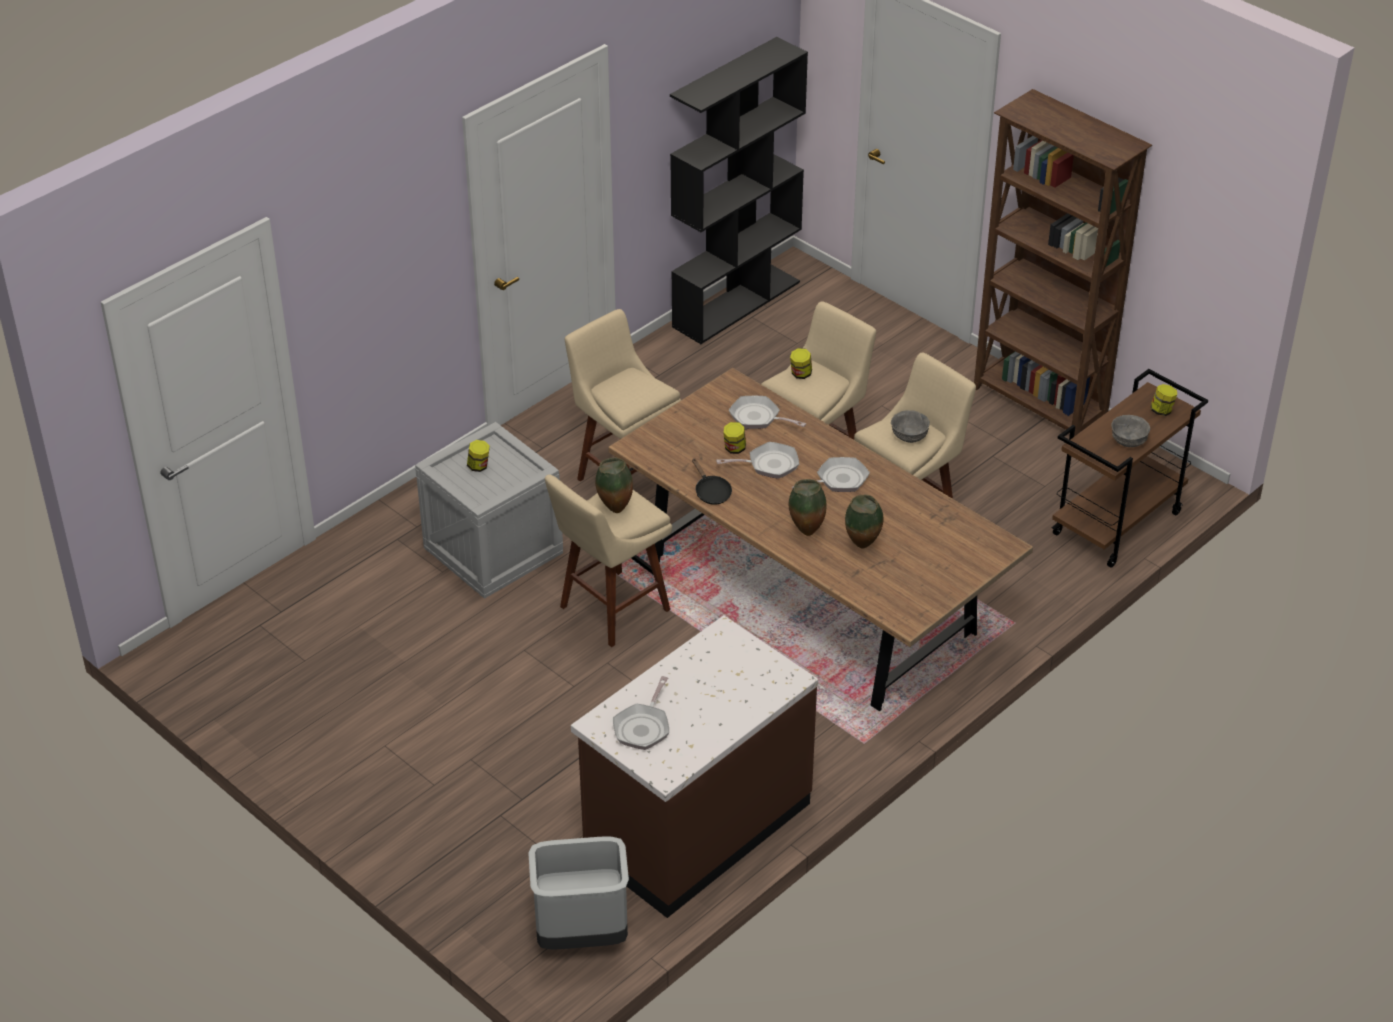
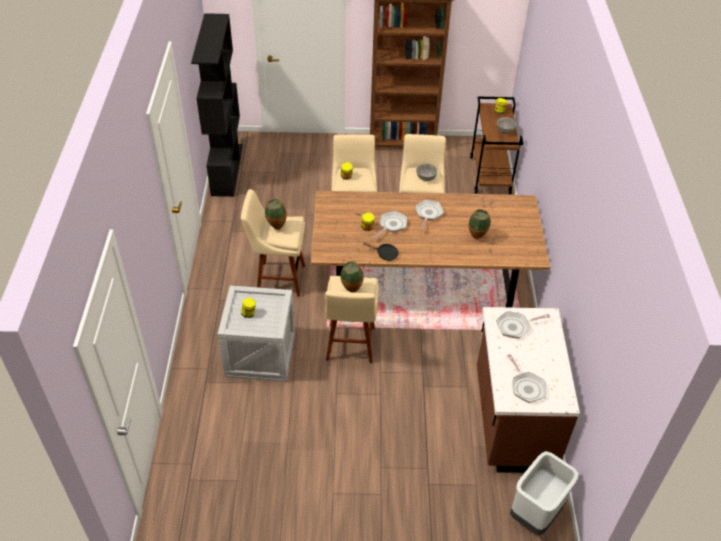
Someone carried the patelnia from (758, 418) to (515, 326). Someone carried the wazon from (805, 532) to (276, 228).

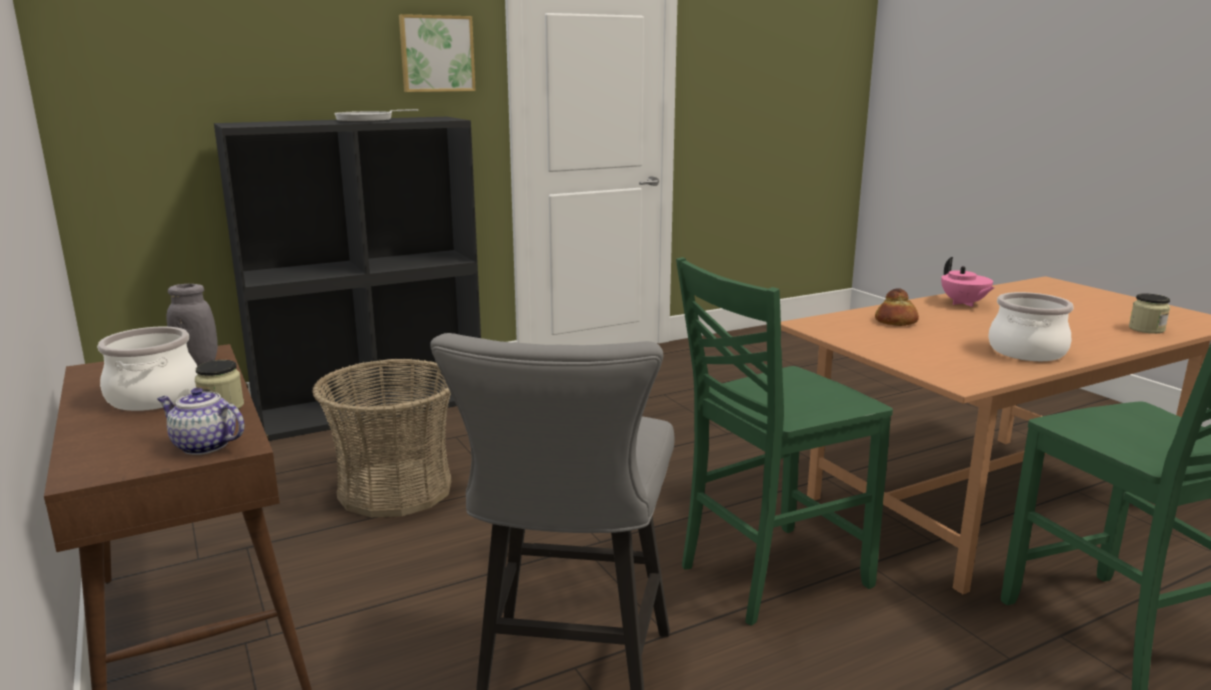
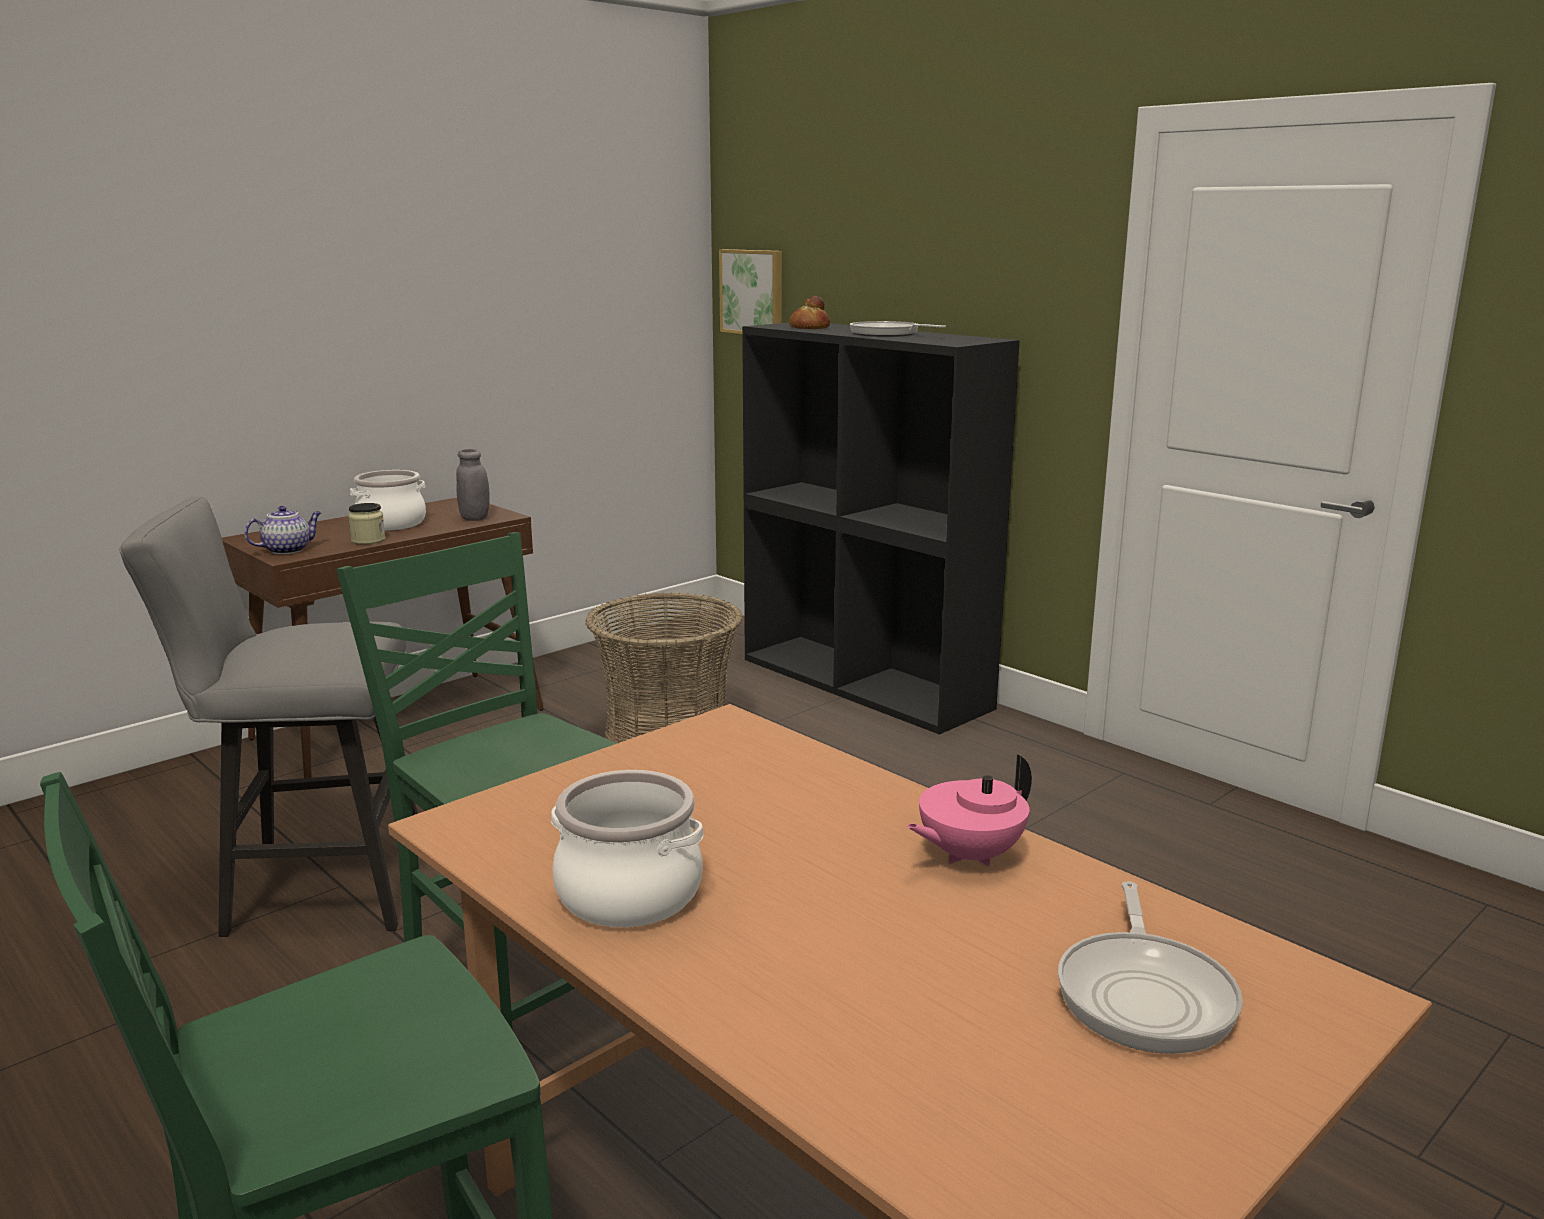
Someone carried the obraz from (436, 53) to (753, 292). Someone carried the chleb from (896, 321) to (809, 328). Someone took away the słoik at (1146, 329). Someone rotated the imbryk at (203, 446) by 45 degrees clockwise. Someone put down the patelnia at (1145, 995).

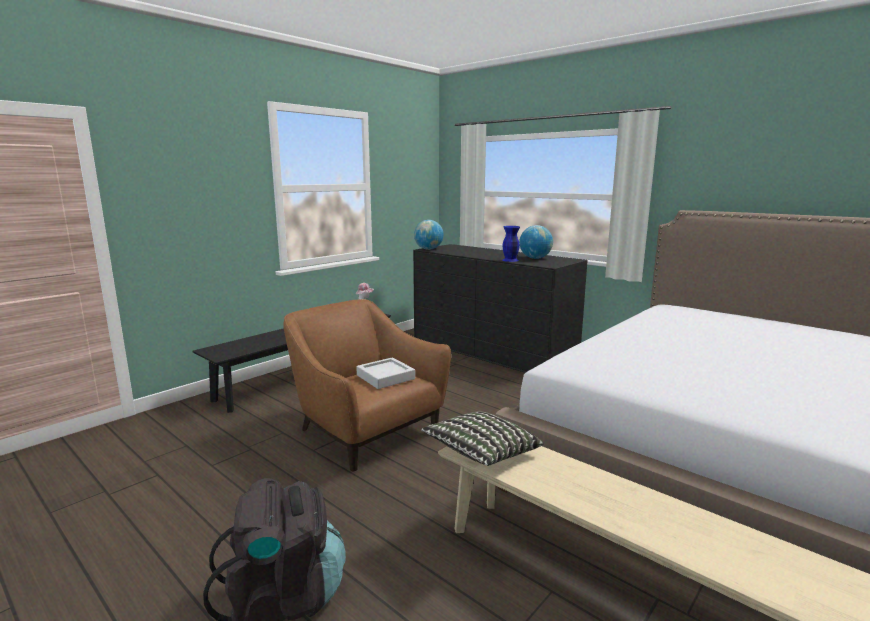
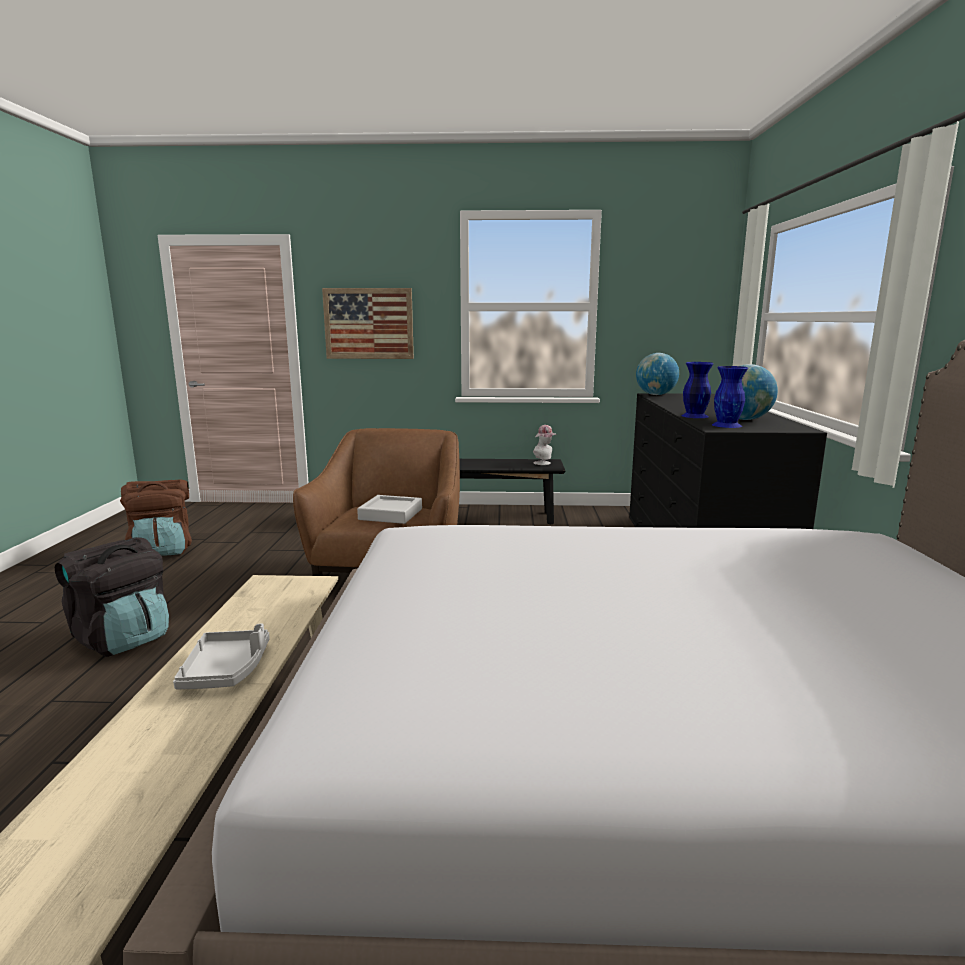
Someone took away the poduszka at (481, 454). Someone put up the obraz at (368, 323). Someone put down the wazon (niebieski) at (727, 425). Someone put down the plecak (brązowy) at (163, 550). Someone put down the taca (szary) at (226, 670).

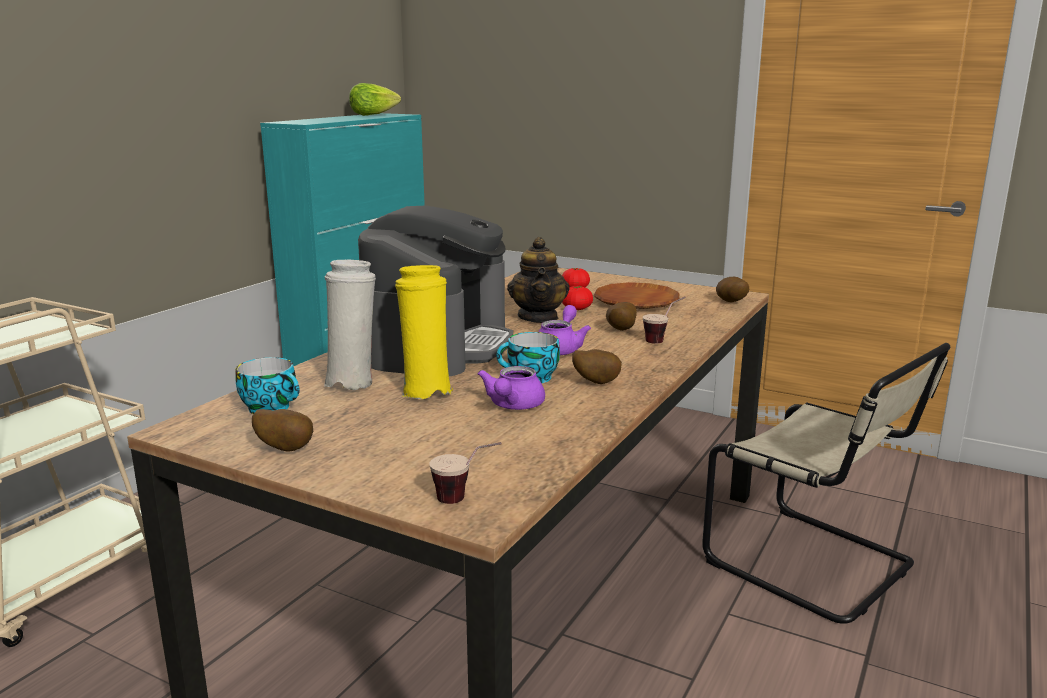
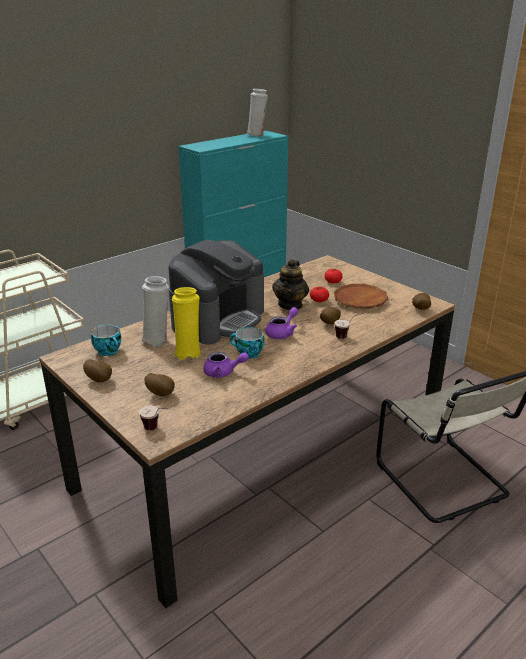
Someone swapped the sałata at (373, 115) for the wazon (biały) at (257, 135). Someone carried the ziemniak from (596, 382) to (161, 393). Someone rotated the imbryk (fioletowy) at (513, 406) by 120 degrees counterclockwise.

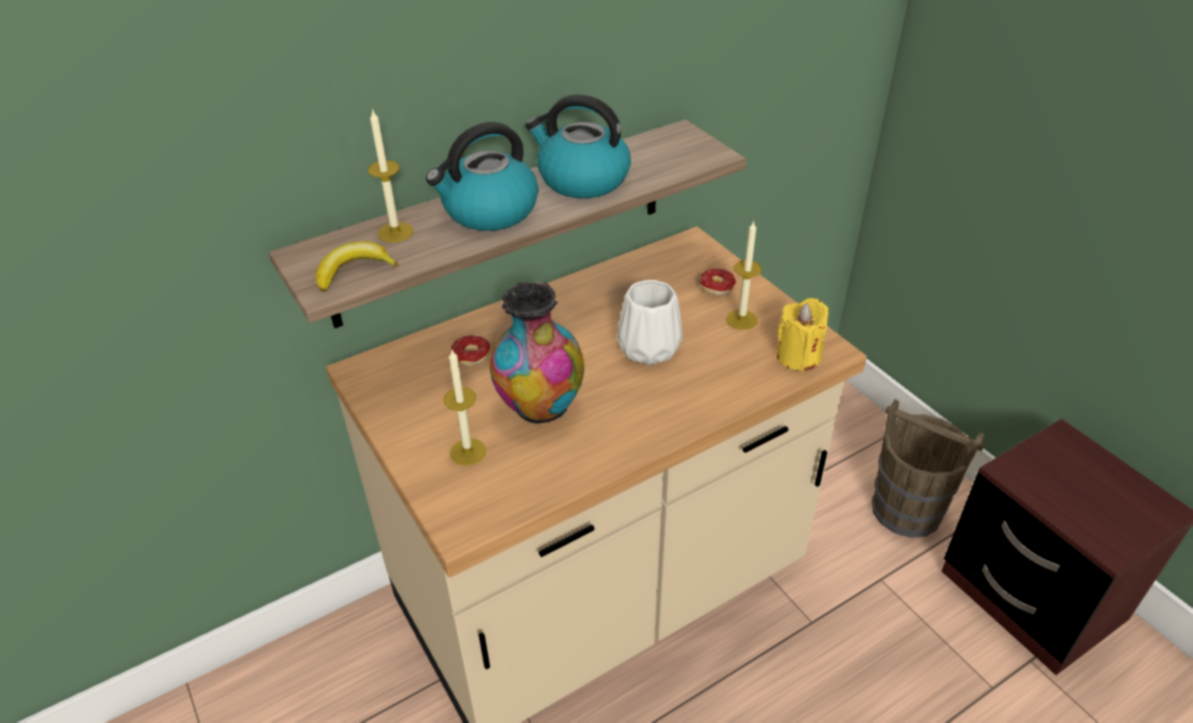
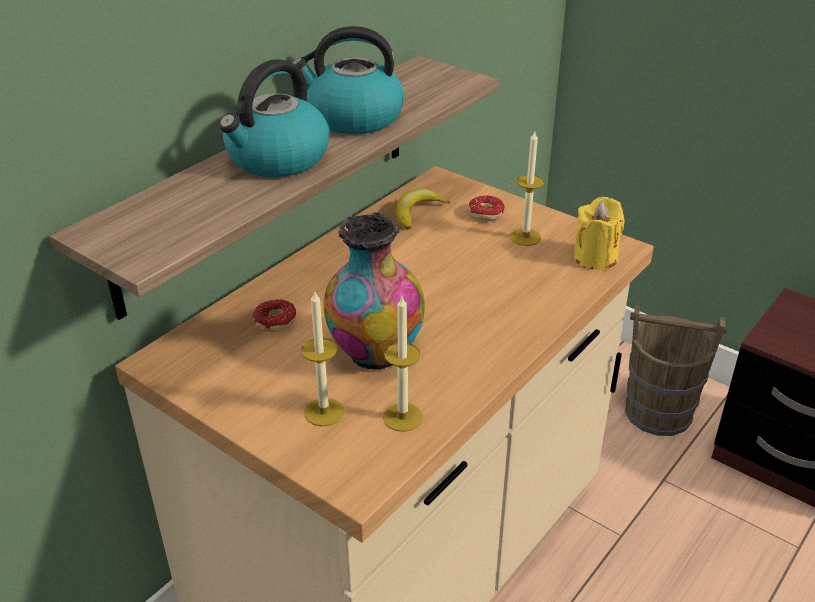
Someone carried the świeca from (395, 232) to (403, 417). Someone carried the banan from (354, 271) to (417, 213). Someone took away the wazon (biały) at (648, 350).

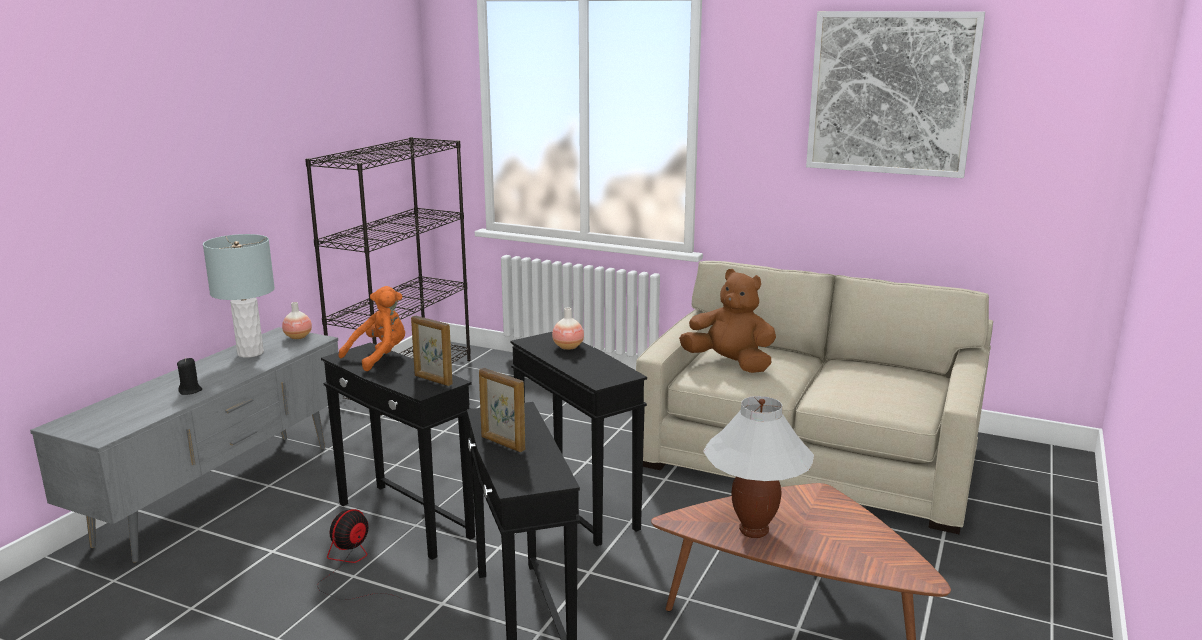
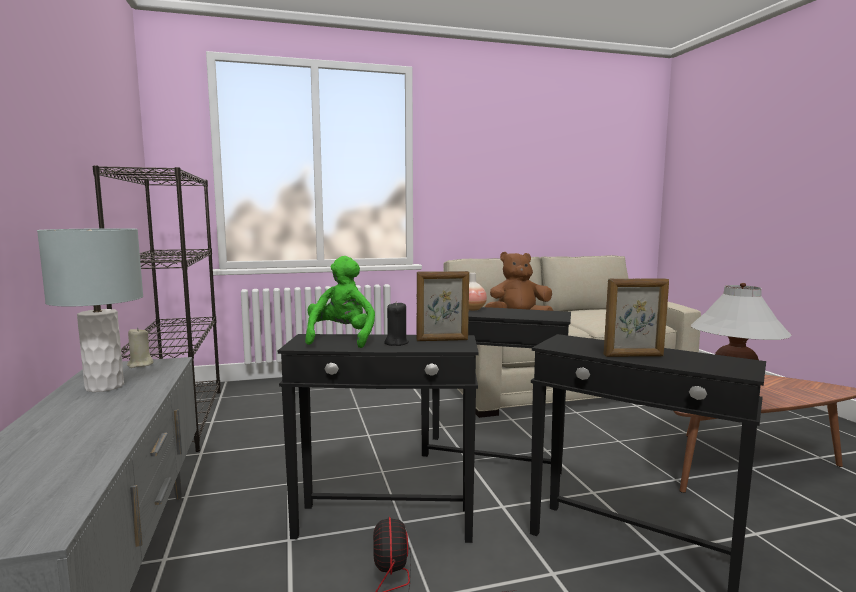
Someone took away the obraz at (891, 93). Someone repainted the pluszak (pomarańczowy) at (379, 357), which became the pluszak (zielony) at (341, 338). Someone swapped the wazon at (298, 337) for the świeca (beżowy) at (140, 364). Someone carried the świeca (czarny) from (190, 391) to (396, 343).

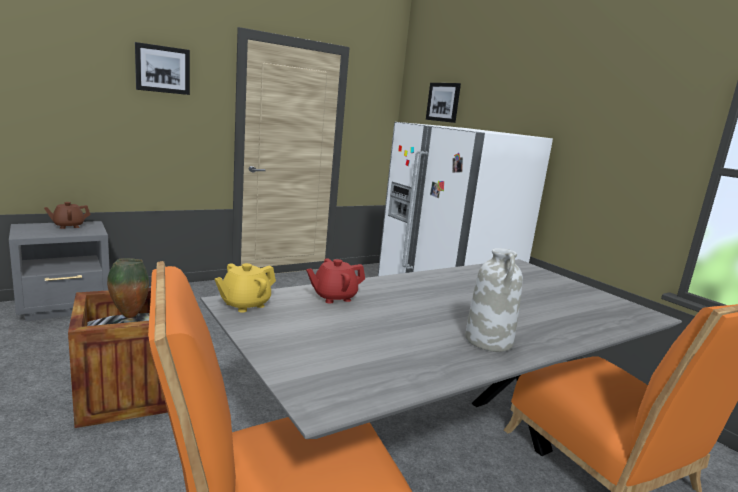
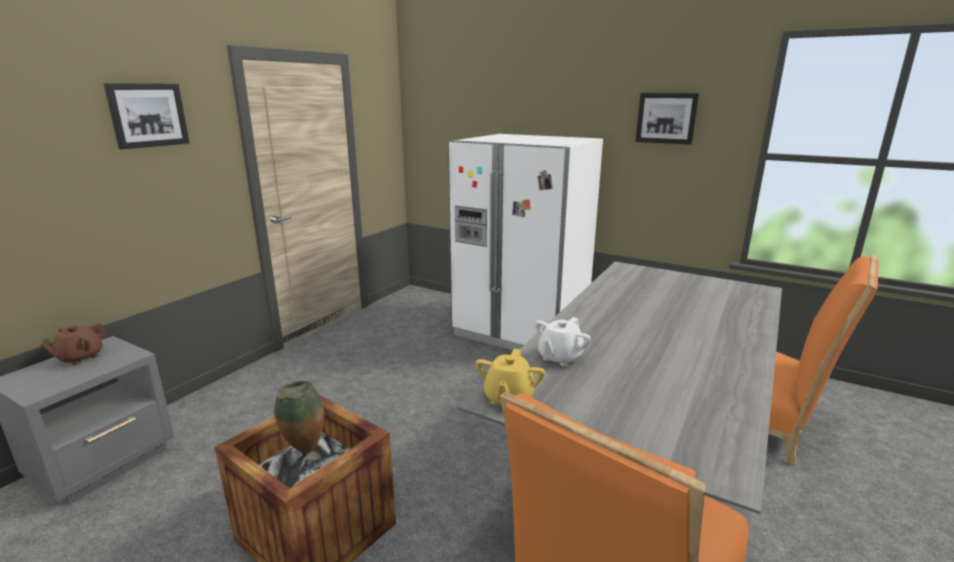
Someone carried the obraz from (443, 102) to (666, 118). Someone took away the wazon (biały) at (489, 341). Someone repainted the imbryk (czerwony) at (334, 297), which became the imbryk (biały) at (560, 357).

